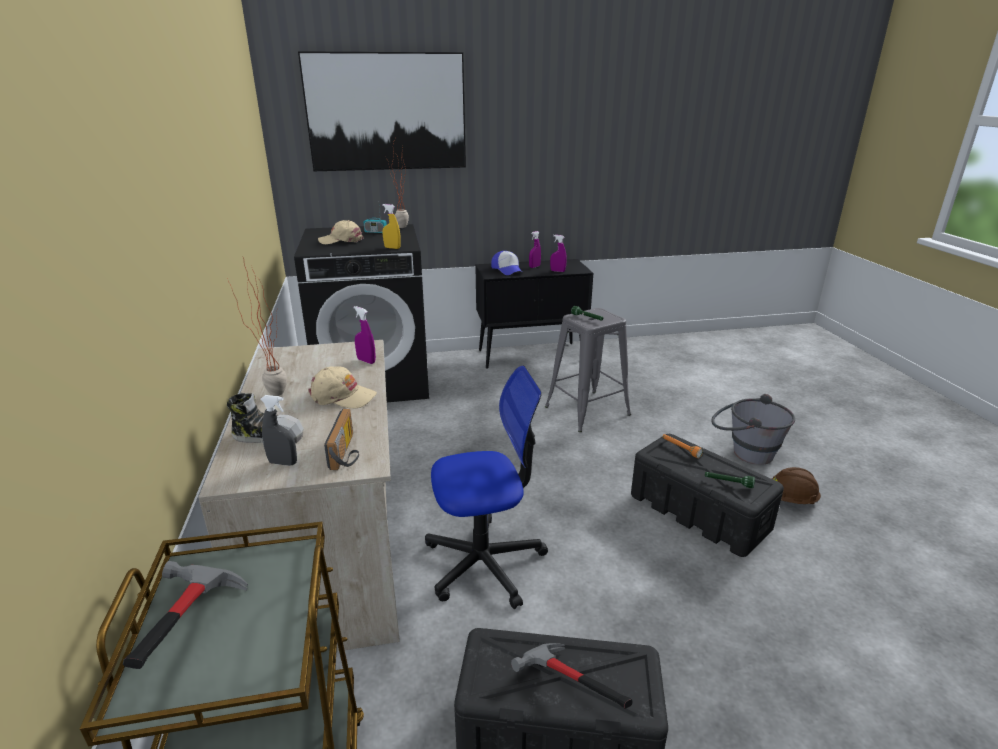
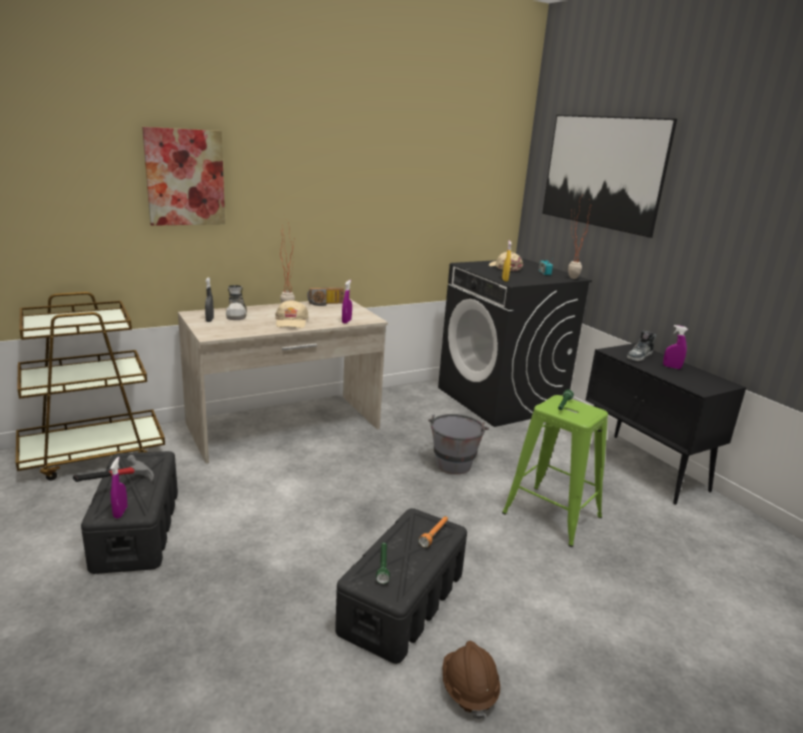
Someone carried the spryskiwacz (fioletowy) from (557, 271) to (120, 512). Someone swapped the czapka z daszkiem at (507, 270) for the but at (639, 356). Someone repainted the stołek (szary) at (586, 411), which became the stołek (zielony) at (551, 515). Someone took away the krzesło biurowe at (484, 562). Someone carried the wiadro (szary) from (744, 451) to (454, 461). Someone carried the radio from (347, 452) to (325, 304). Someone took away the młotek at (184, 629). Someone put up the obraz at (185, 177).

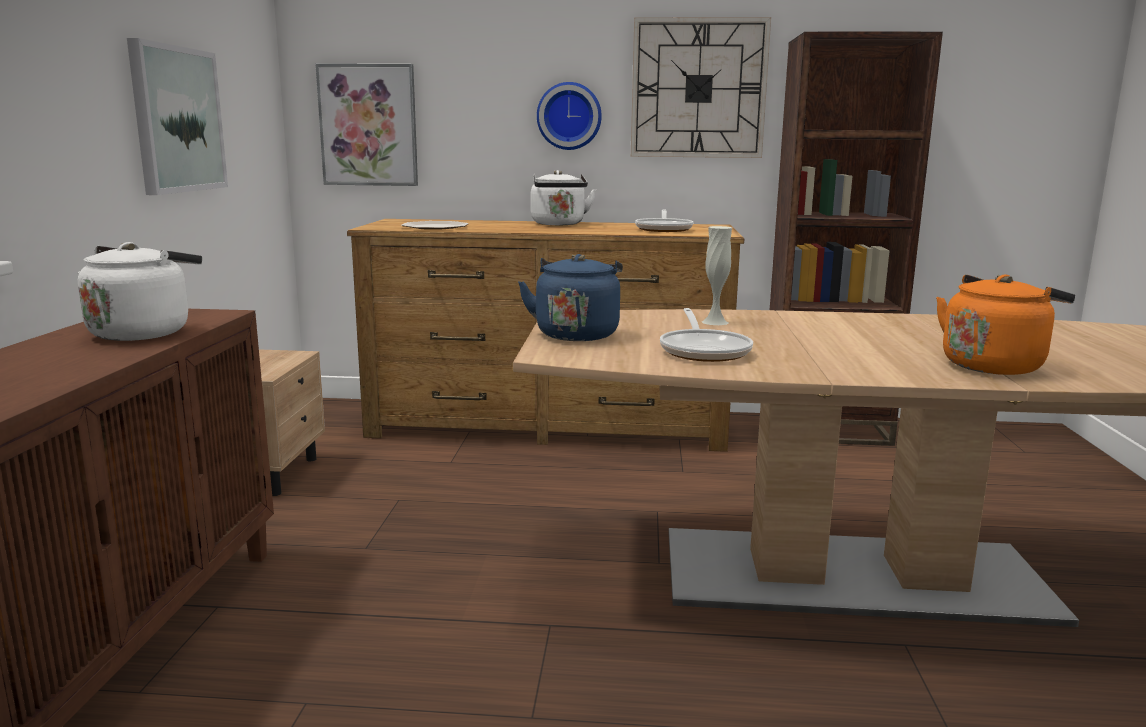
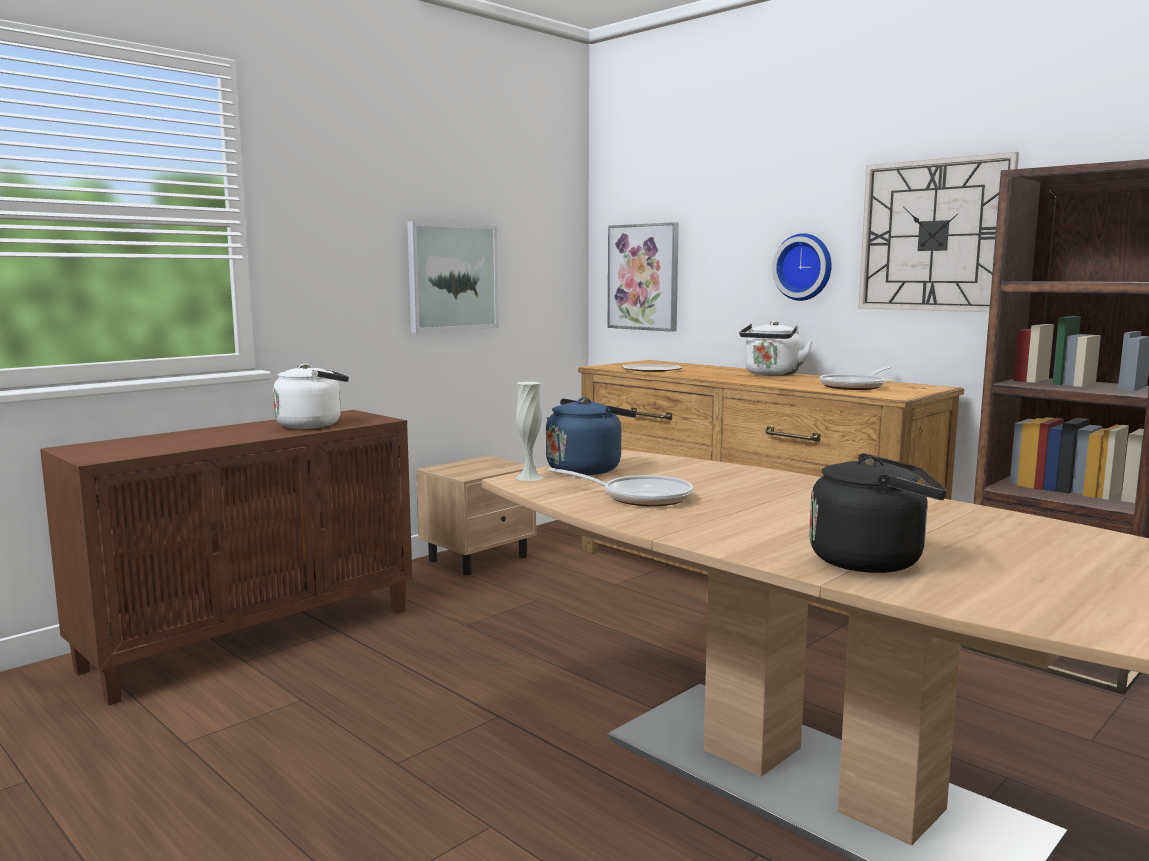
Someone carried the wazon (biały) from (715, 322) to (529, 477). Someone repainted the czajnik (pomarańczowy) at (994, 365), which became the czajnik (czarny) at (873, 561). Someone rotated the patelnia at (704, 350) by 105 degrees counterclockwise.

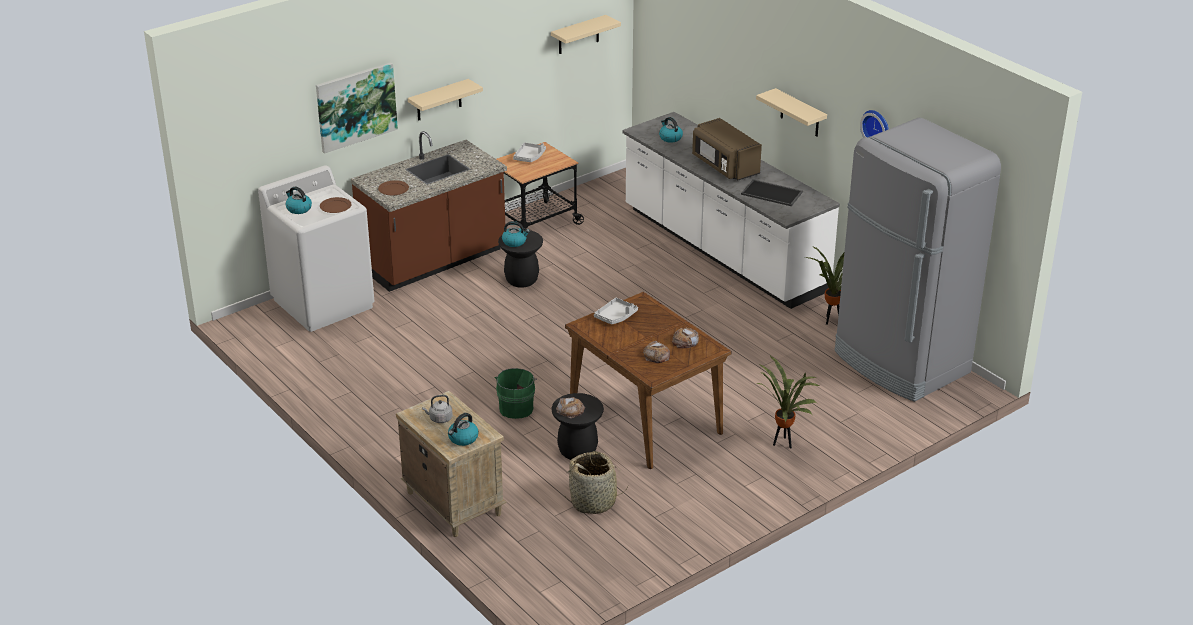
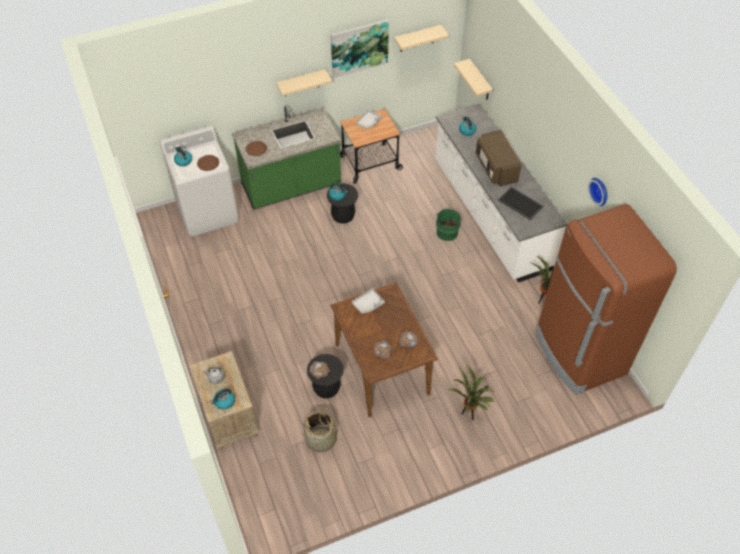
Someone carried the obraz from (356, 106) to (359, 47). Someone carried the półka (beżowy) from (800, 114) to (480, 81). Someone repainted the lodówka (szary) at (900, 363), which became the lodówka (brązowy) at (579, 353). Someone repainted the zabudowa kuchenna (brązowy) at (434, 261), which became the zabudowa kuchenna (zielony) at (291, 186). Someone carried the wiadro (zielony) from (516, 407) to (447, 231).

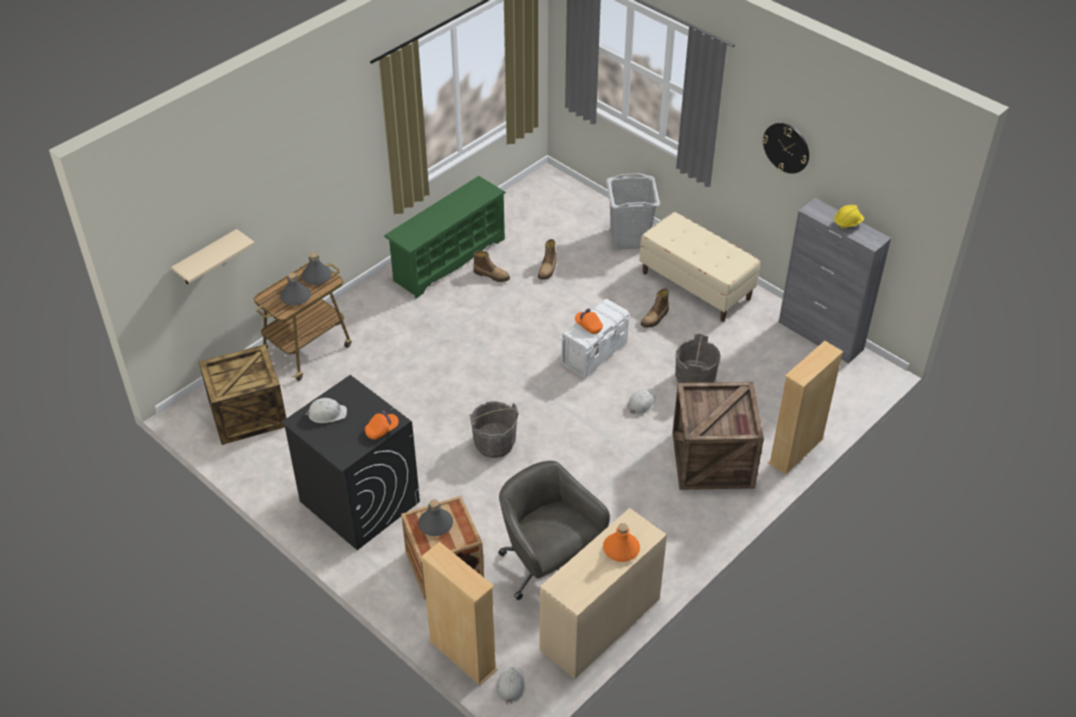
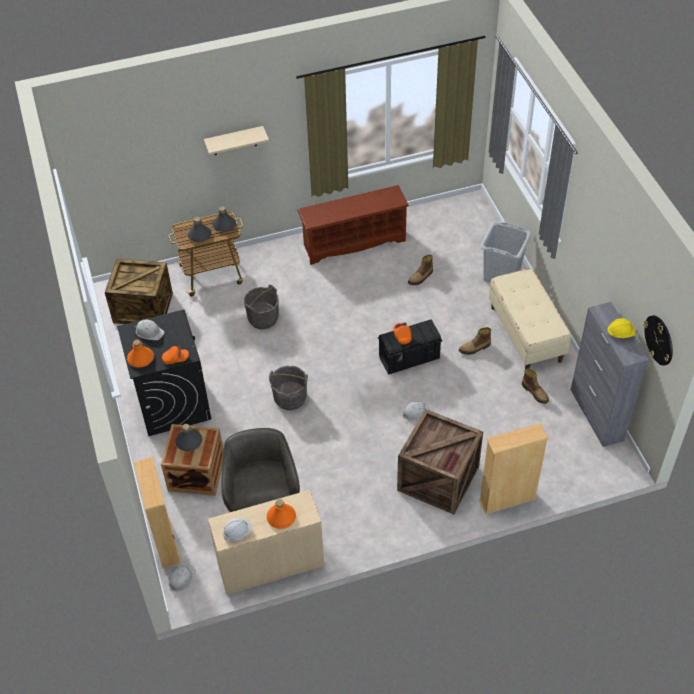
Someone carried the zegar ścienny from (786, 147) to (659, 340). Someone repainted the regał na buty (zielony) at (448, 259), which became the regał na buty (brązowy) at (354, 242). Someone carried the półka (beżowy) from (207, 258) to (234, 141). Someone carried the but z cholewką from (492, 275) to (535, 392). Someone repainted the pojemnik do przechowywania (biały) at (595, 353), which became the pojemnik do przechowywania (czarny) at (409, 358). Someone carried the wiadro (szary) from (694, 379) to (263, 318). Someone put down the butelka (pomarańczowy) at (141, 359). Someone put down the kask (biały) at (237, 532).

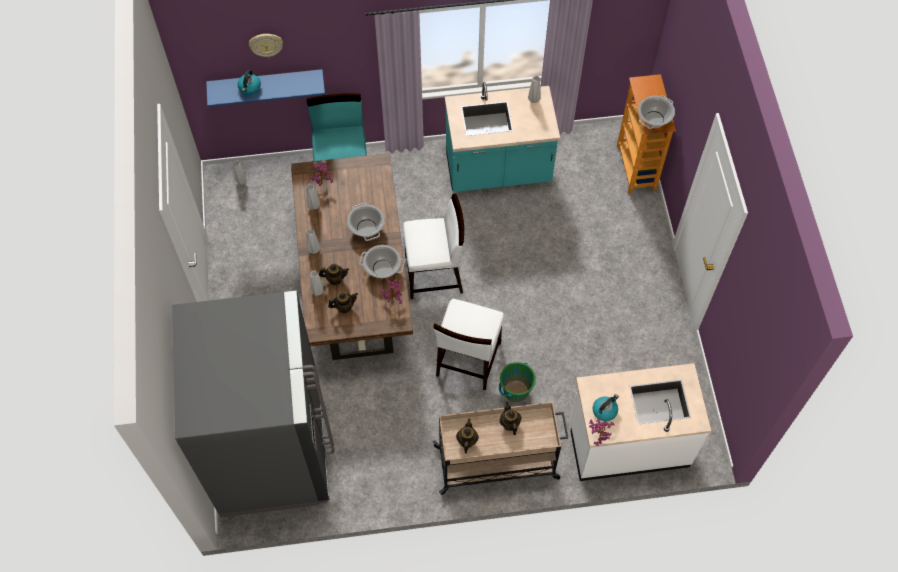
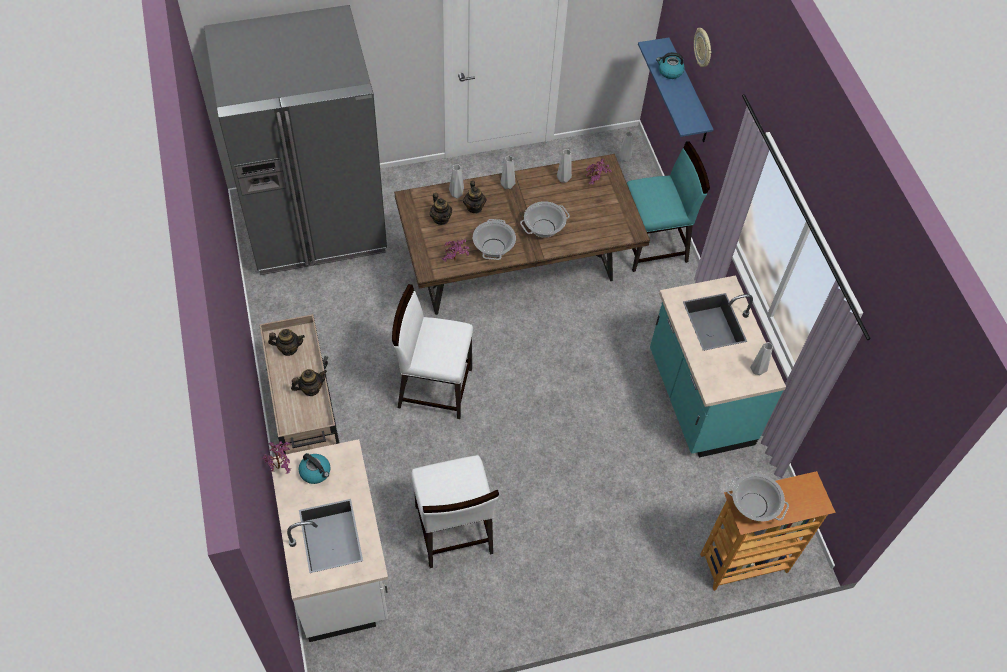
Someone carried the krzesło (biały) from (434, 275) to (453, 530). Someone took away the wiadro (zielony) at (515, 391).

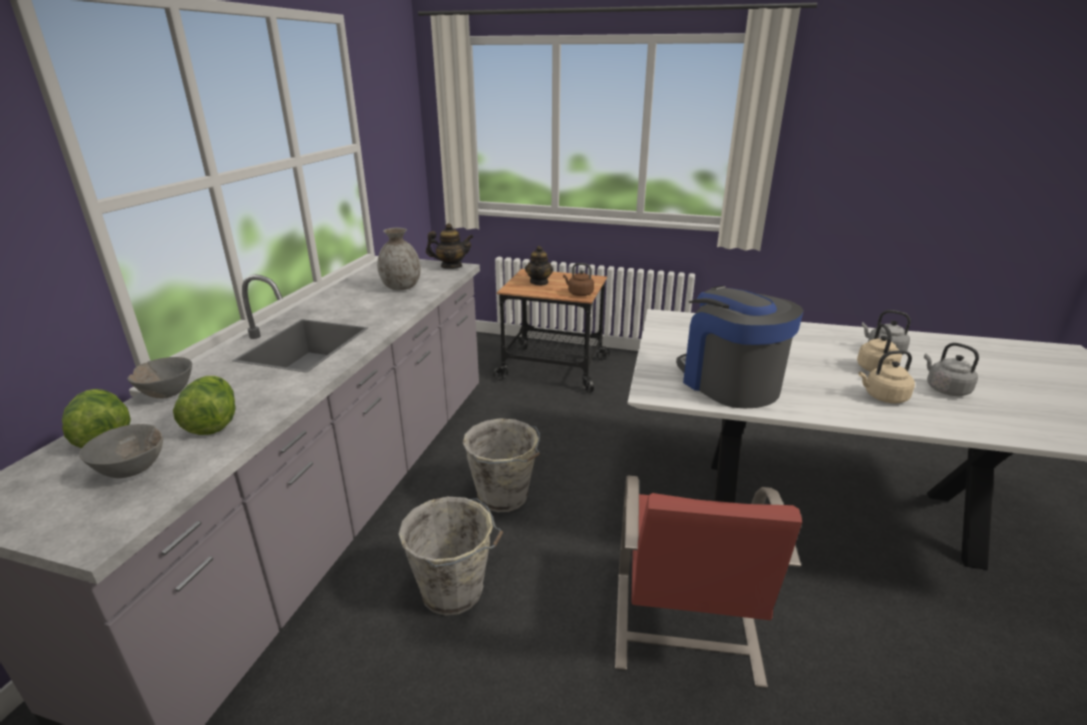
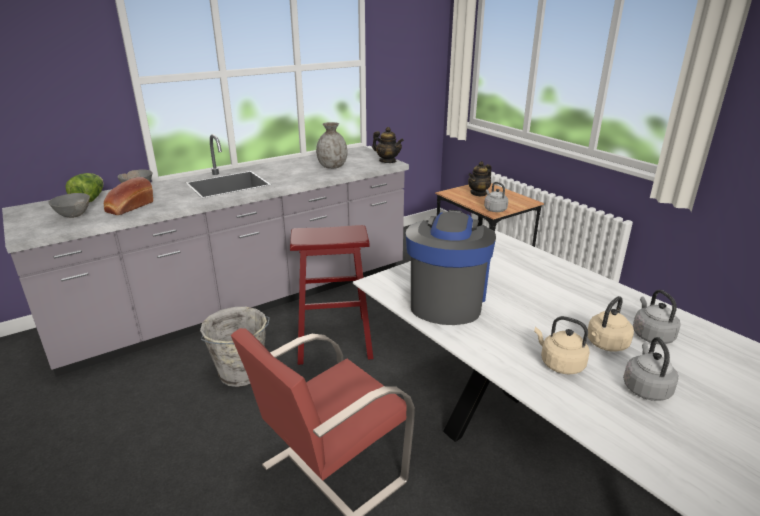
Someone repainted the czajnik (brązowy) at (579, 293), which became the czajnik (szary) at (494, 209). Someone swapped the sałata at (213, 423) for the chleb at (129, 207). Someone swapped the wiadro (szary) at (504, 497) for the stołek (czerwony) at (334, 339).

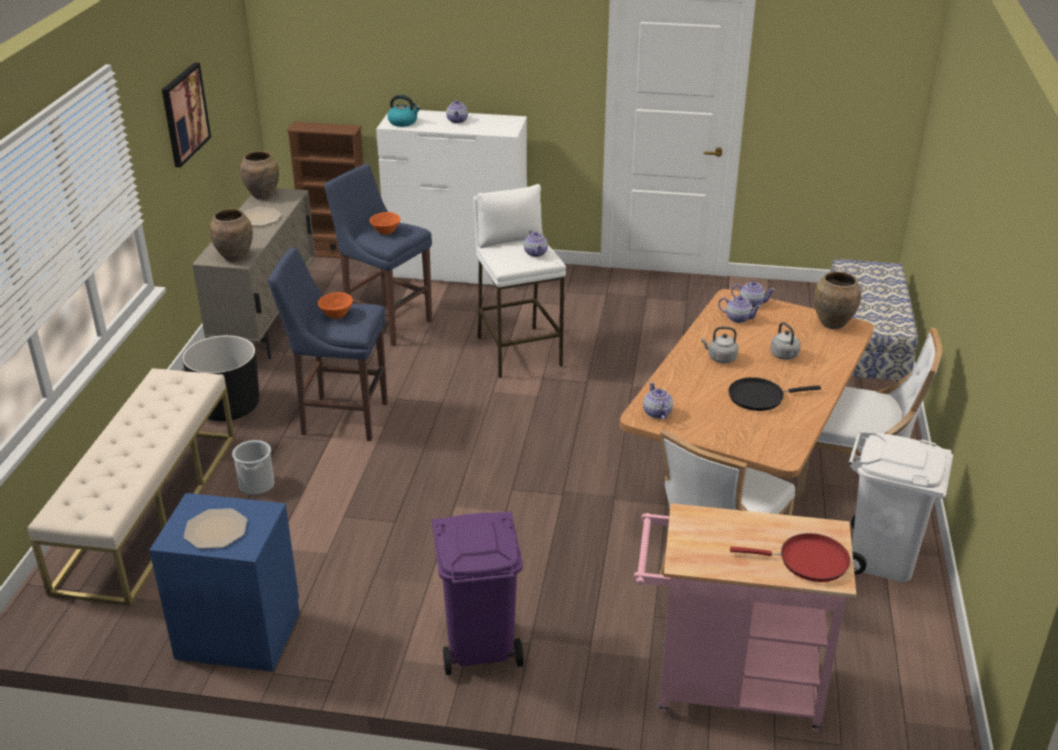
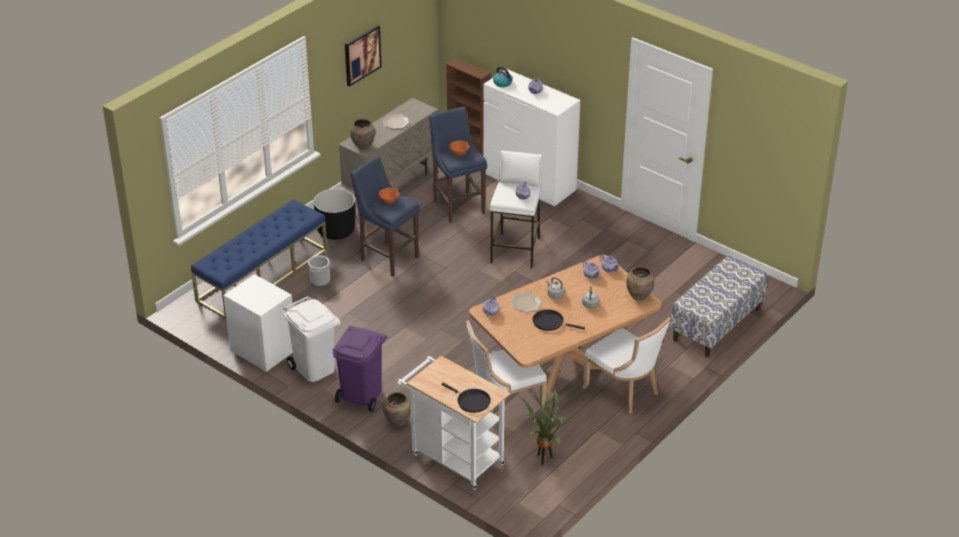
Someone carried the wazon (brązowy) from (263, 195) to (398, 422). Someone repainted the ławka (beżowy) at (149, 509), which became the ławka (niebieski) at (262, 275). Someone carried the kosz na śmieci (biały) from (882, 559) to (314, 368). Someone repainted the szafka nocna (niebieski) at (239, 633), which became the szafka nocna (biały) at (263, 350). Someone repainted the wózek (różowy) at (726, 687), which became the wózek (biały) at (453, 457). Someone carried the talerz from (216, 530) to (526, 303). Someone repainted the patelnia (czerwony) at (808, 561), which became the patelnia (czarny) at (471, 401). Someone put down the roślina doniczkowa at (543, 459).

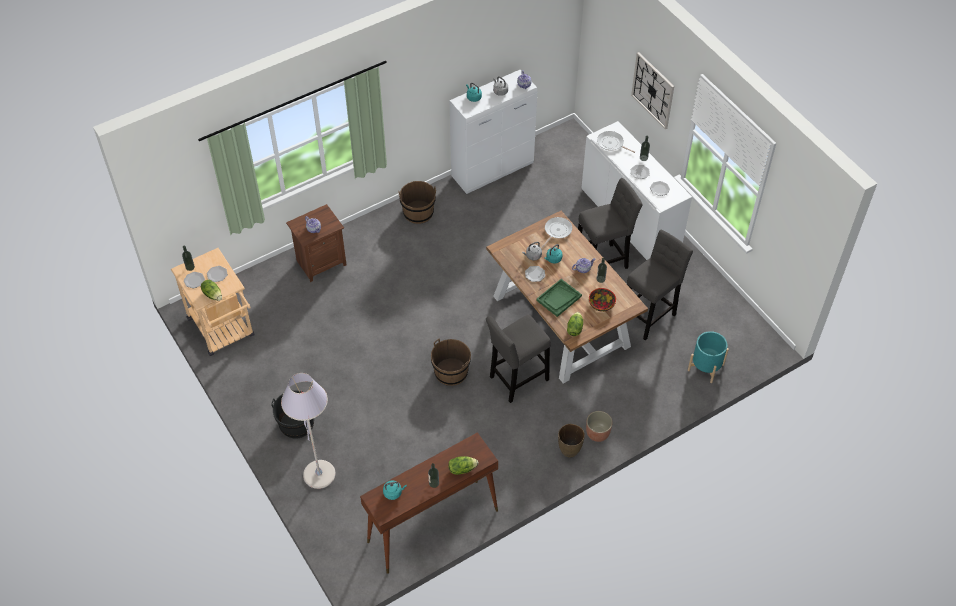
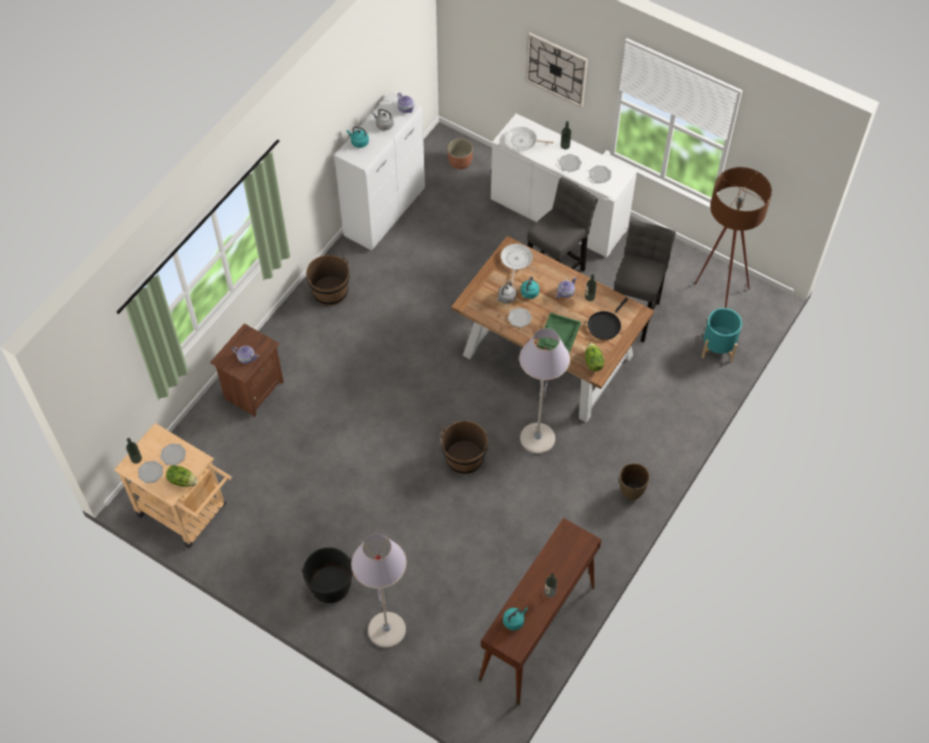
Someone swapped the miska at (601, 304) for the patelnia (czarny) at (605, 325). Someone swapped the stołek (szary) at (516, 380) for the lampa stojąca (szary) at (537, 438). Someone carried the donica from (597, 433) to (460, 162). Someone took away the sałata at (462, 469). Someone put down the lampa stojąca (brązowy) at (716, 295).

